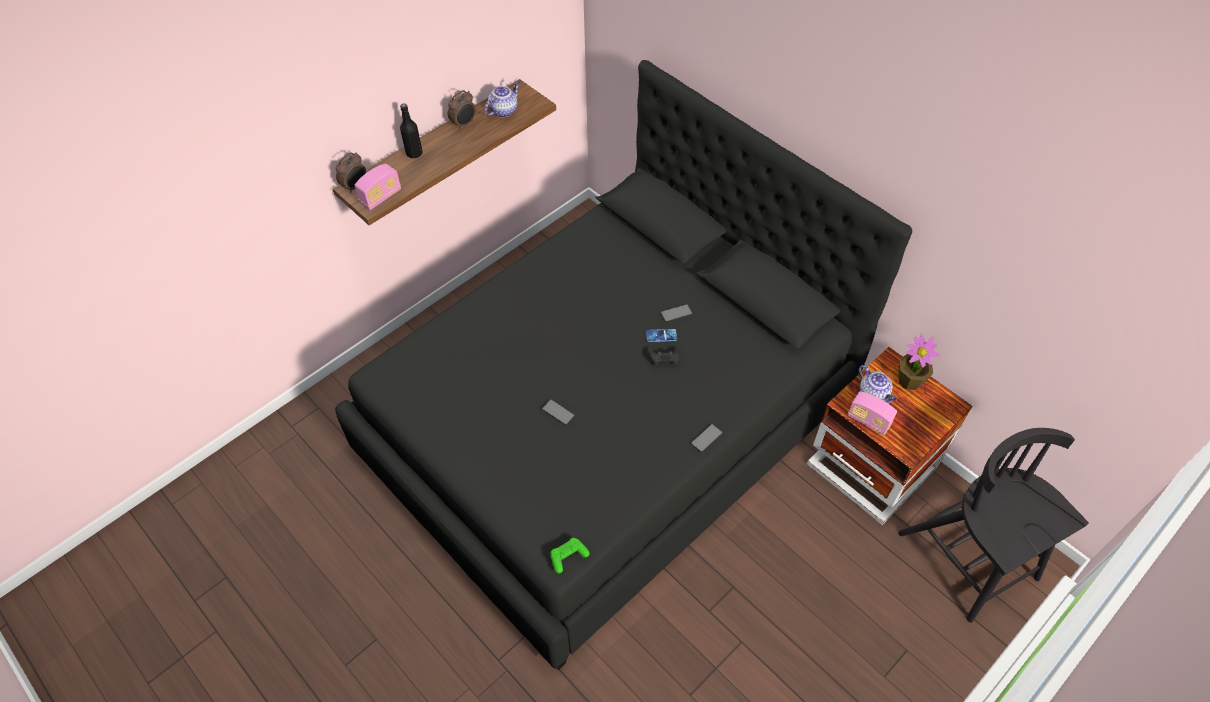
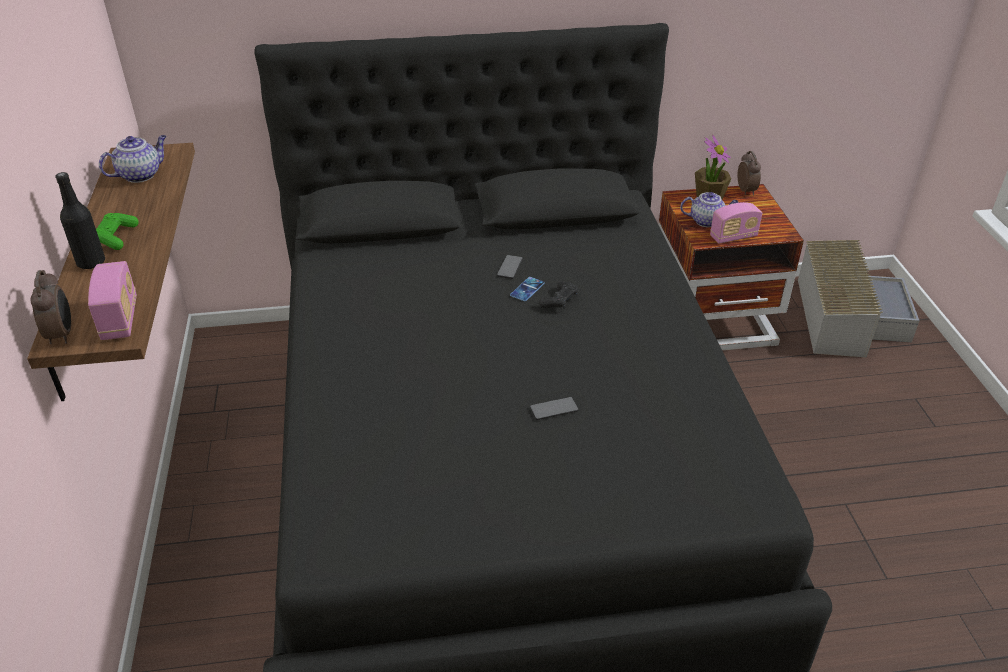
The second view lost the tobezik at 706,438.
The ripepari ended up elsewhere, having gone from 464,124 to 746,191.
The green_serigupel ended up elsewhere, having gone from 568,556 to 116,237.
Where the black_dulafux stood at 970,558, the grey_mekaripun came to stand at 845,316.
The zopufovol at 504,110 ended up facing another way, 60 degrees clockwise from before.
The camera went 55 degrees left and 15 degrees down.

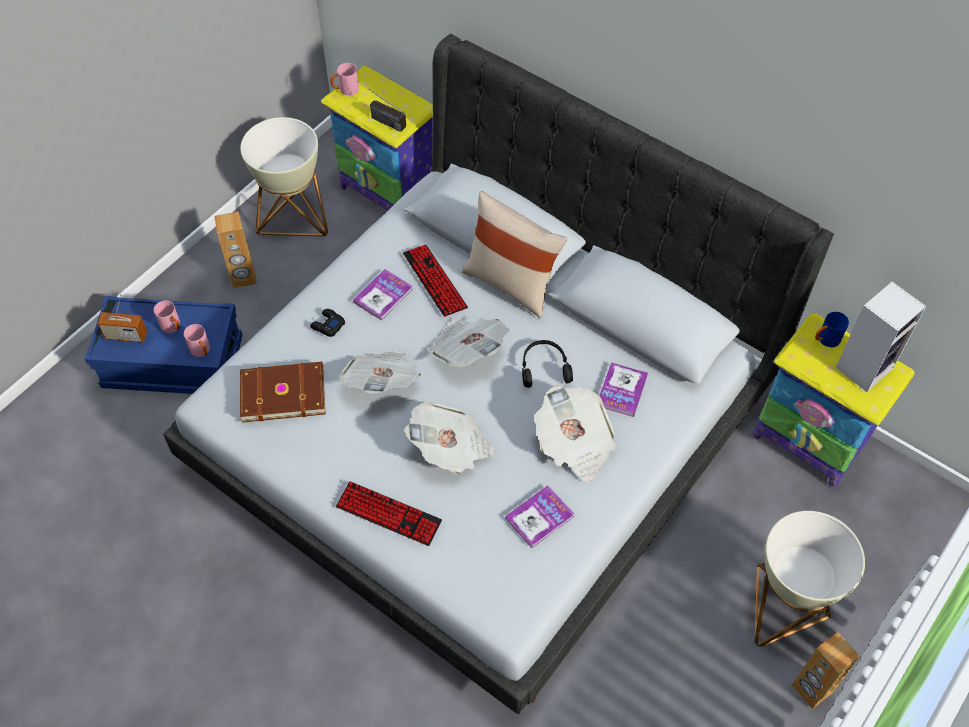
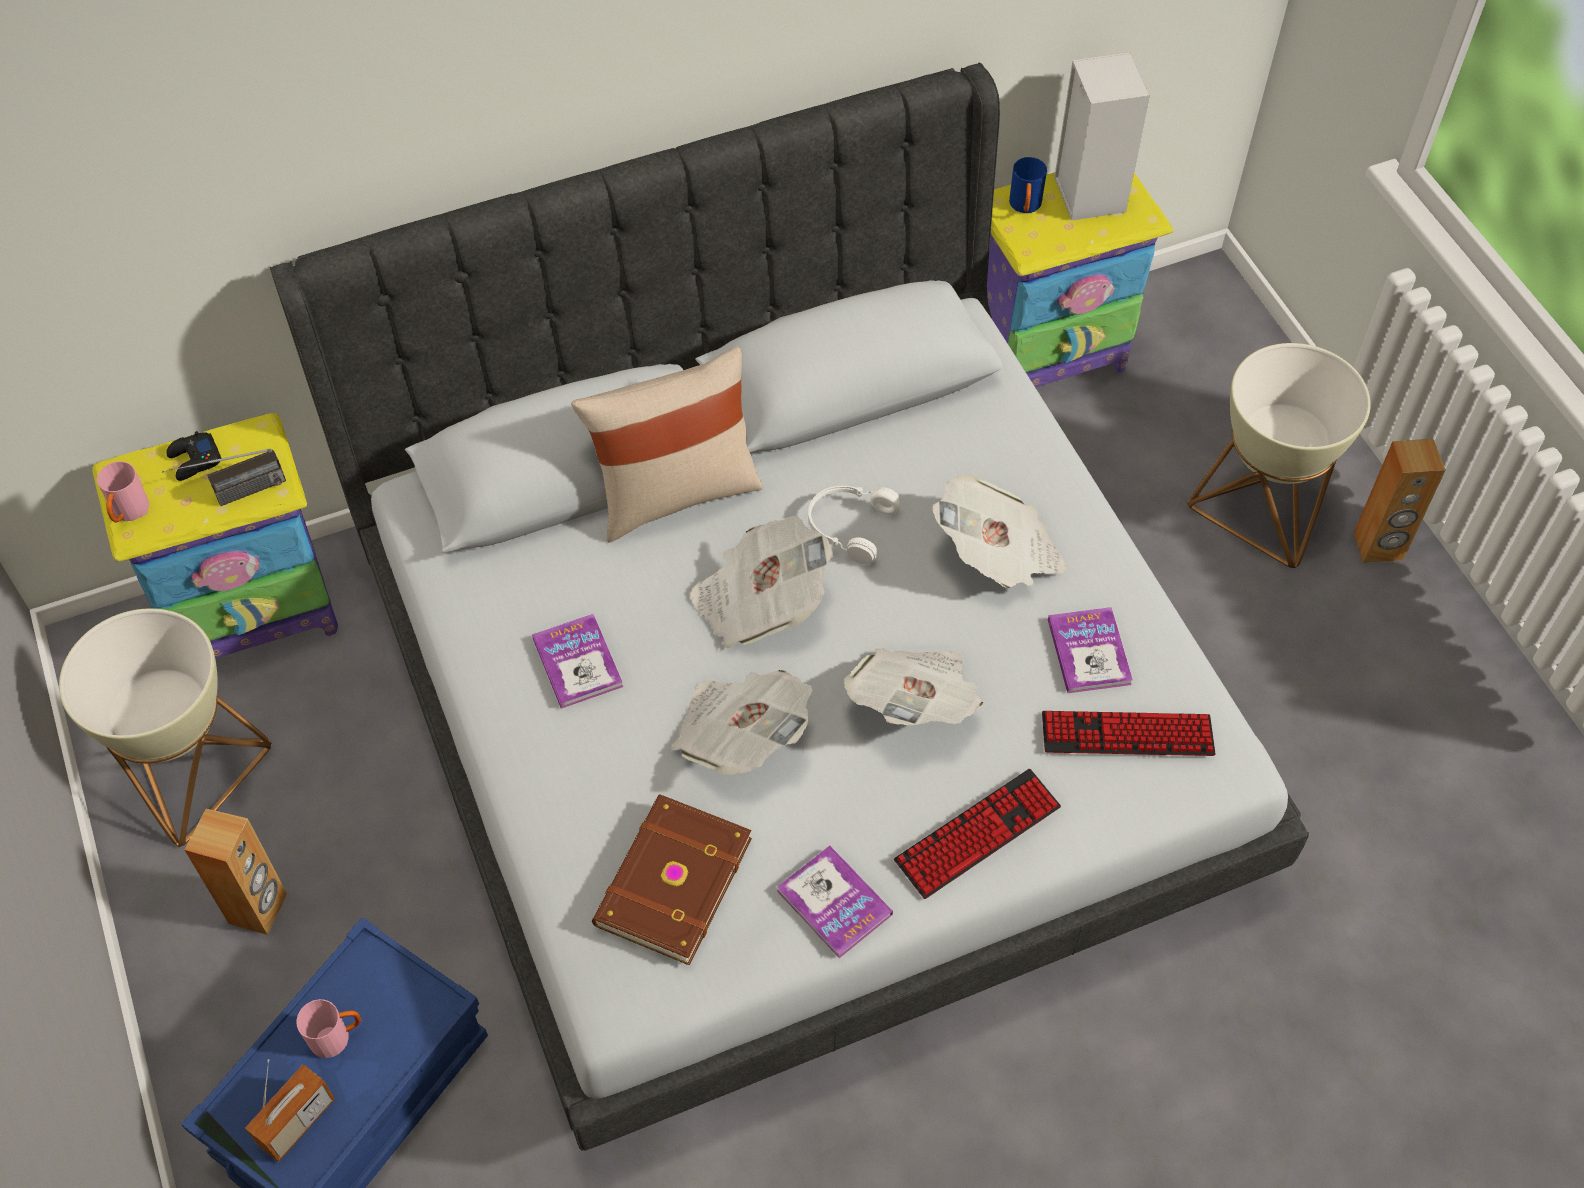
The second view lost the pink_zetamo at 202,351.
The black_serigupel ended up elsewhere, having gone from 327,325 to 194,460.
The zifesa ended up elsewhere, having gone from 435,281 to 1127,735.
The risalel ended up elsewhere, having gone from 622,390 to 834,903.
What was the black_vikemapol at 544,367 turned into the white_vikemapol at 849,526.
The camera went 60 degrees left and 0 degrees up.

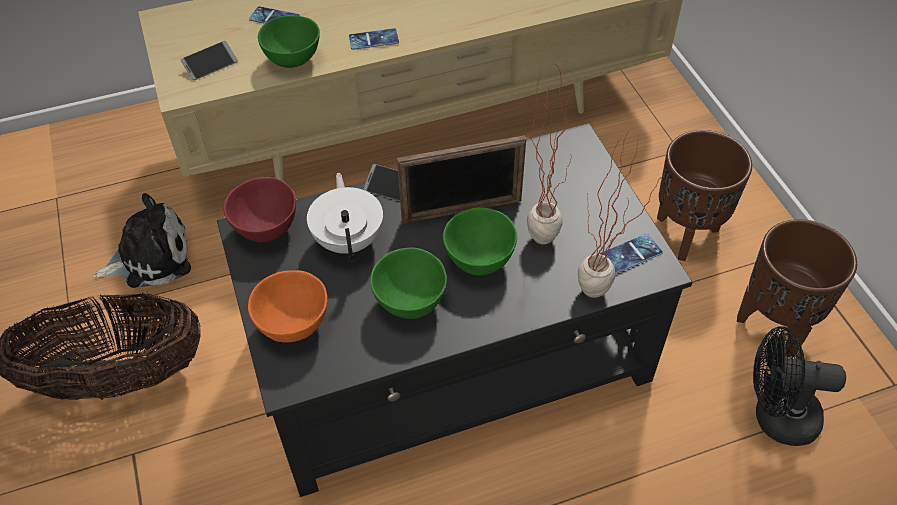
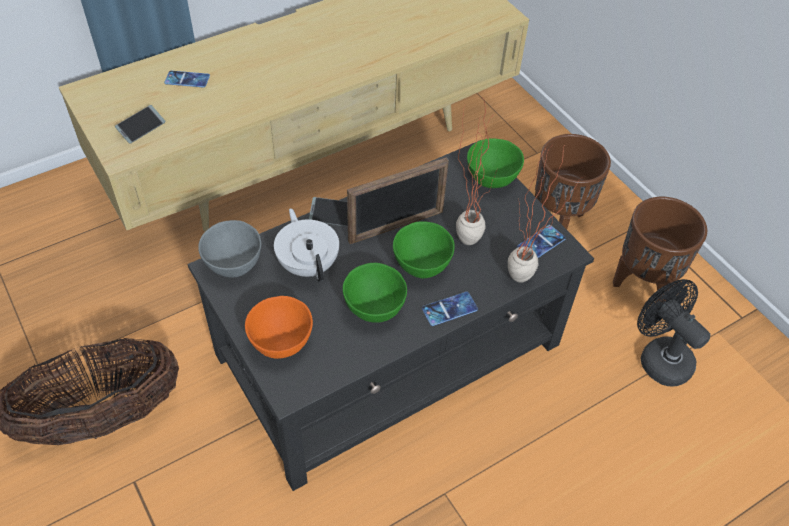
The second view lost the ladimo at 151,257.
The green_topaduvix ended up elsewhere, having gone from 294,59 to 492,179.
The tobezik ended up elsewhere, having gone from 373,39 to 449,309.
What was the red_topaduvix at 266,227 turned into the grey_topaduvix at 234,264.
The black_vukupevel at 775,416 ended up facing another way, 60 degrees clockwise from before.
The camera went 15 degrees left and 0 degrees up.

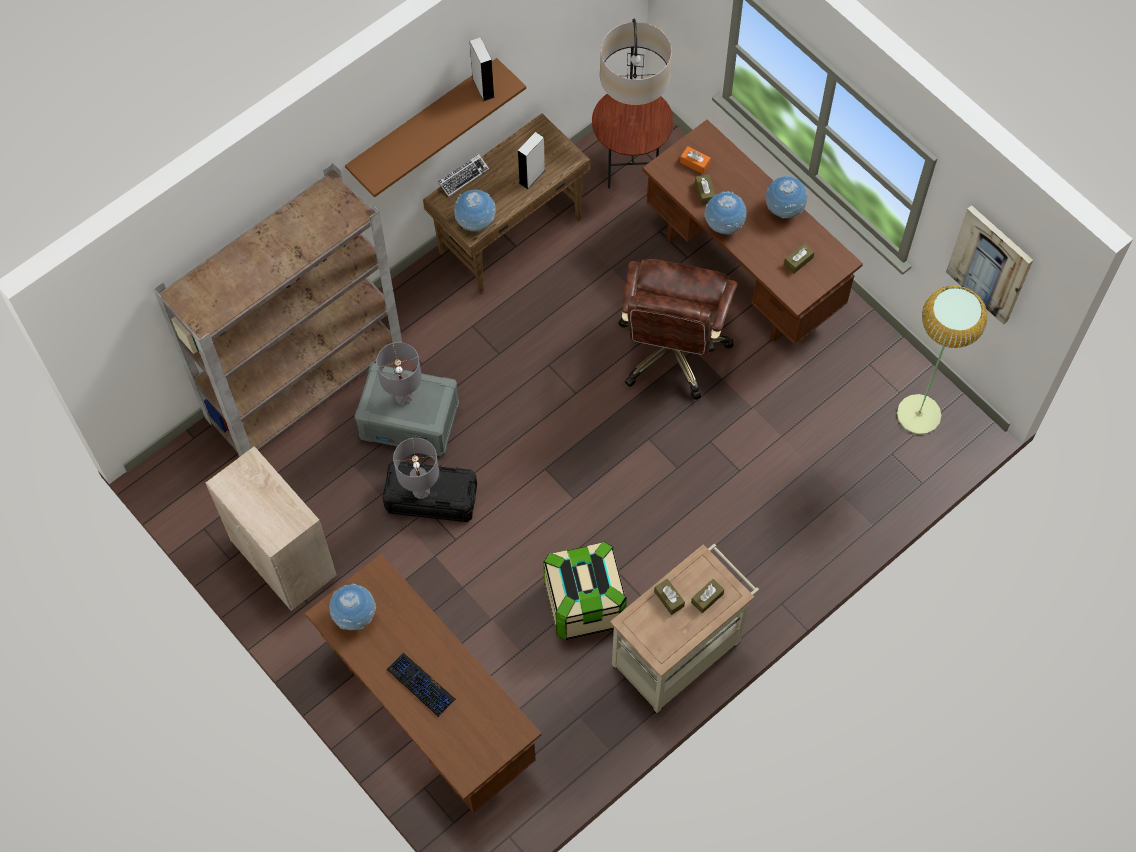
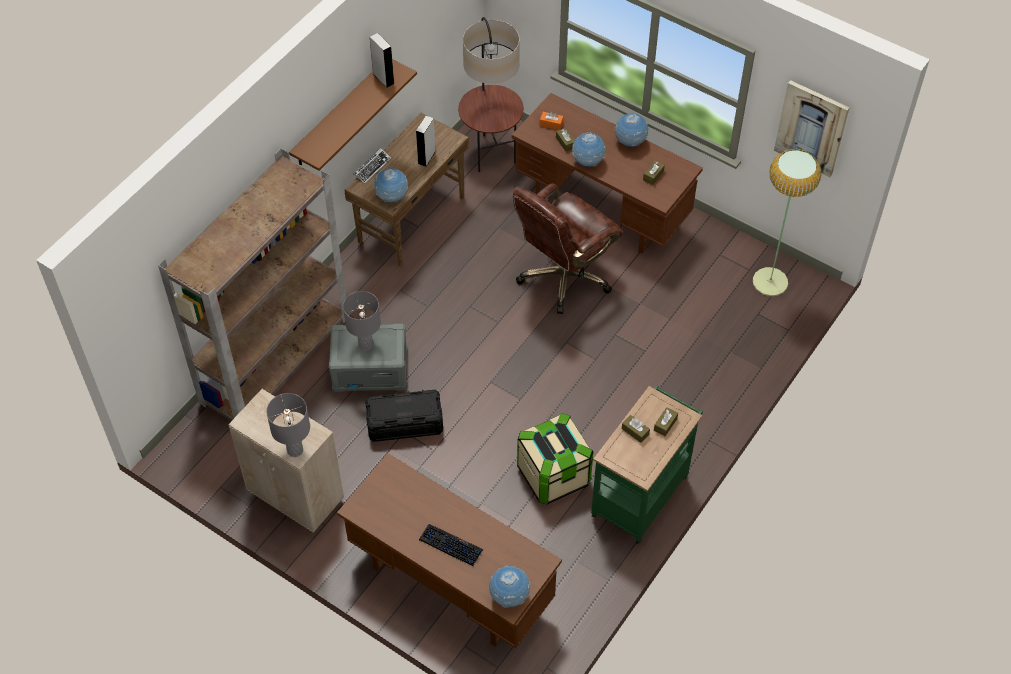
The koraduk ended up elsewhere, having gone from 355,616 to 509,596.
The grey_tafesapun ended up elsewhere, having gone from 421,490 to 295,450.
What was the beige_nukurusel at 679,653 turned into the green_nukurusel at 641,494.
The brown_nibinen at 672,350 ended up facing another way, 45 degrees clockwise from before.
The camera went 15 degrees left and 10 degrees down.

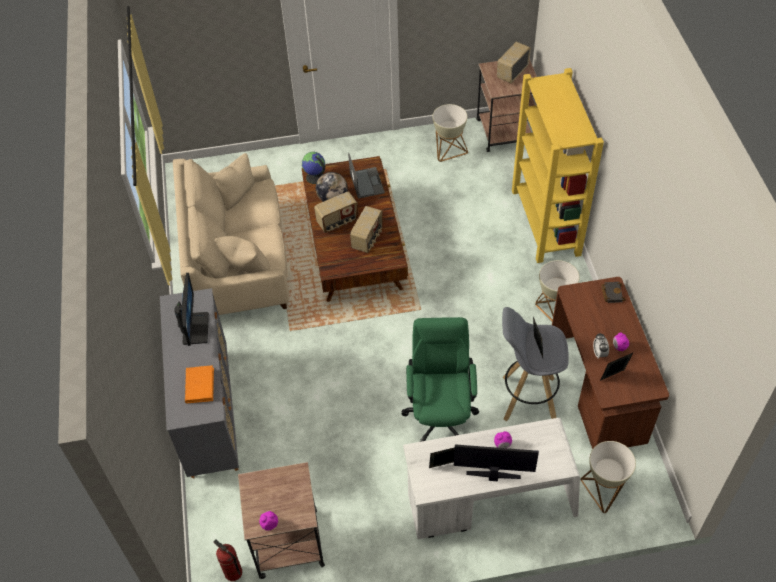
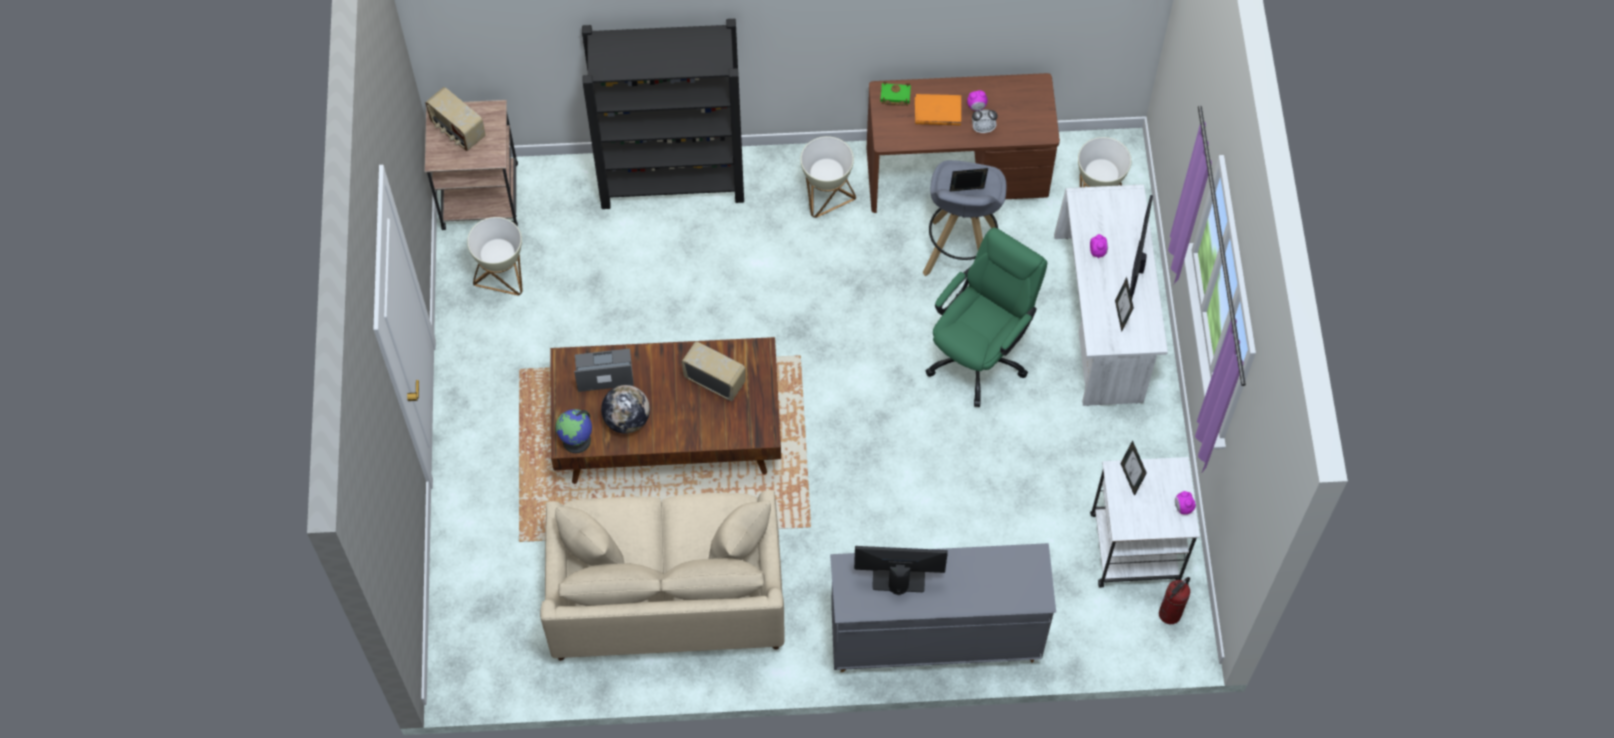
The second view lost the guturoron at 337,222.
The orange_risalel ended up elsewhere, having gone from 199,385 to 937,112.
The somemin ended up elsewhere, having gone from 613,377 to 1130,478.
What was the brown_nukurusel at 287,542 turned into the white_nukurusel at 1135,549.
What was the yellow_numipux at 545,222 turned into the black_numipux at 672,178.
What was the black_risalel at 611,293 turned into the green_risalel at 894,96.
The green_nibinen at 440,419 ended up facing another way, 120 degrees clockwise from before.
The camera went 85 degrees left and 10 degrees up.

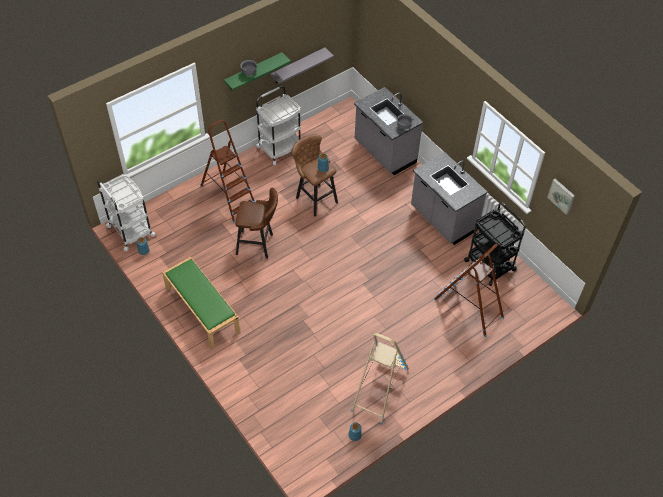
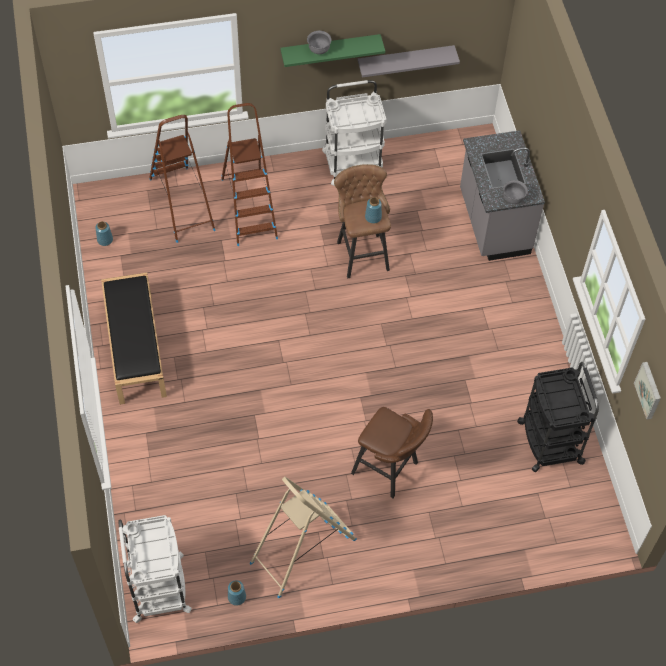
The second view lost the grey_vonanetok at 442,220.
The white_nukurusel ended up elsewhere, having gone from 131,231 to 159,588.
The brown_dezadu ended up elsewhere, having gone from 259,245 to 391,472.
The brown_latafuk ended up elsewhere, having gone from 468,308 to 181,203.
What was the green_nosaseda at 201,309 turned into the black_nosaseda at 135,347.
The camera went 25 degrees right and 5 degrees up.

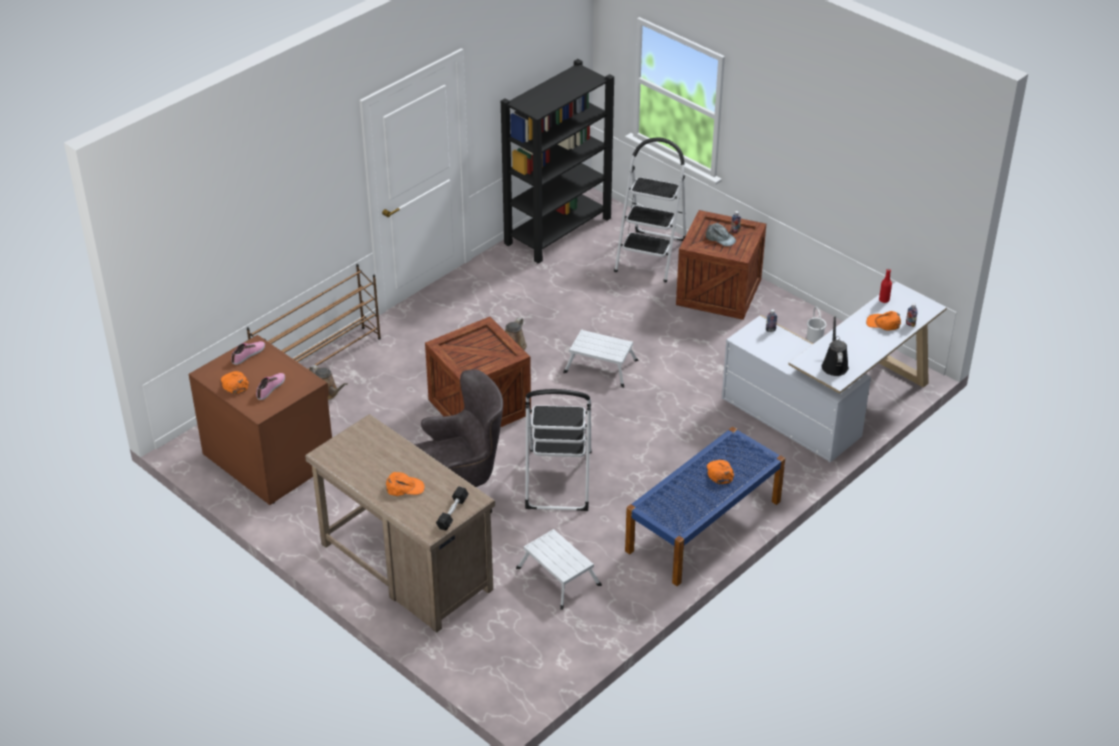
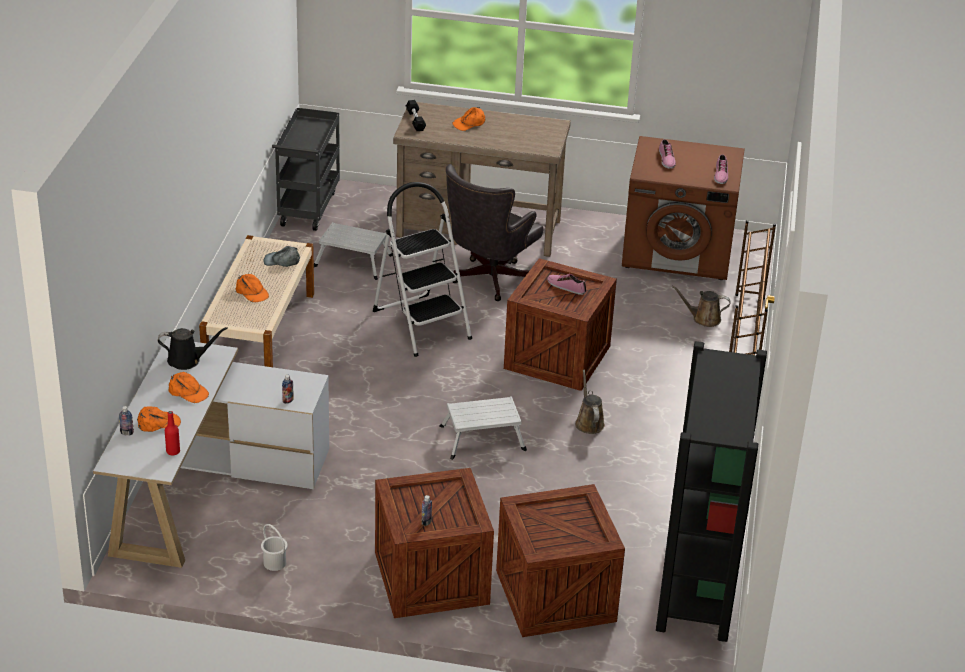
The second view gained the grey_nukurusel at 308,210.
The second view gained the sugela at 566,287.
The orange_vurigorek ended up elsewhere, having gone from 234,383 to 188,392.
The grey_vurigorek ended up elsewhere, having gone from 720,238 to 282,261.
Where the latafuk stood at 652,255, the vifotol came to stand at 554,597.
What was the blue_nosaseda at 704,526 turned into the beige_nosaseda at 259,334.
The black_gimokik at 834,365 ended up facing another way, 60 degrees counterclockwise from before.
The camera went 145 degrees right and 5 degrees down.

